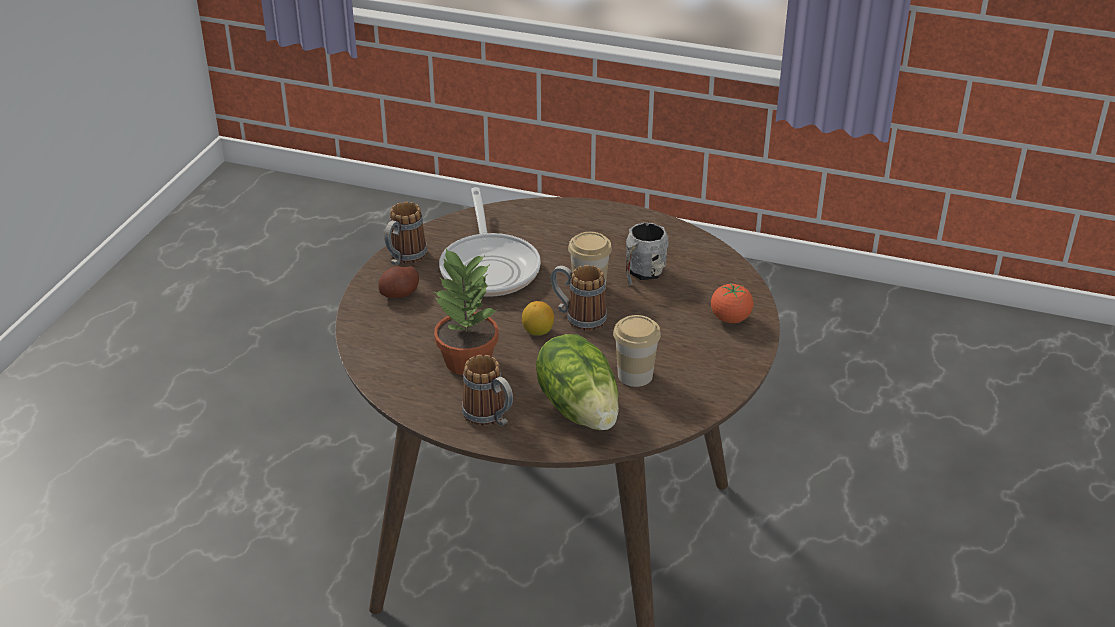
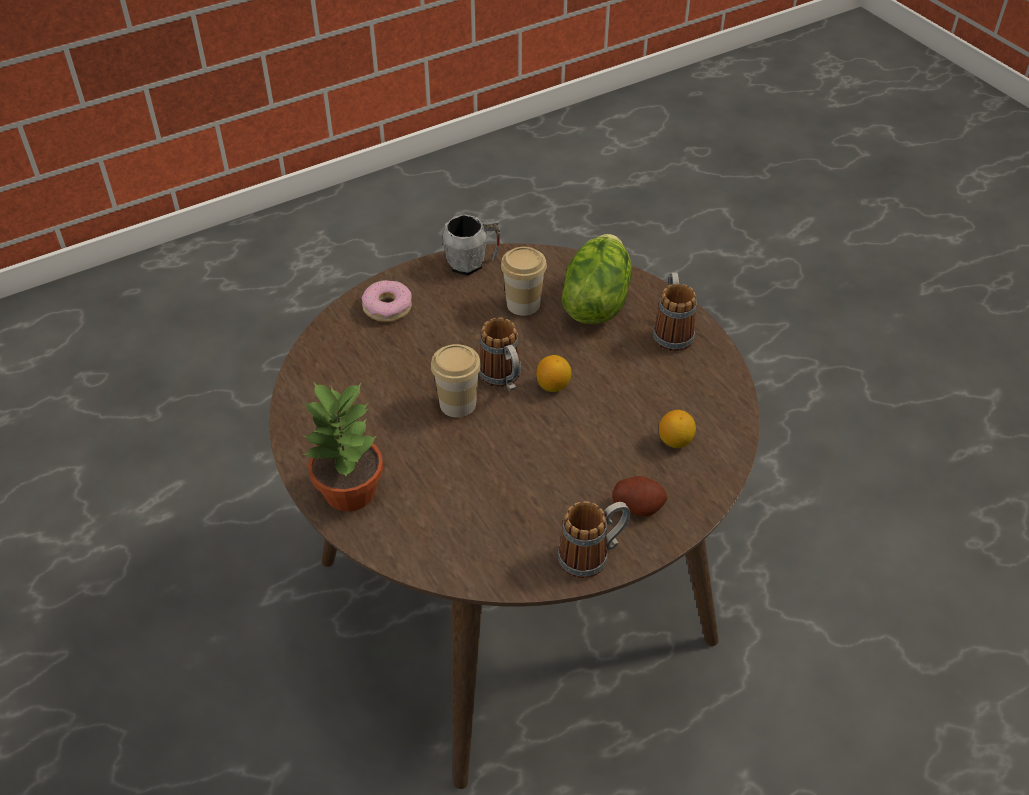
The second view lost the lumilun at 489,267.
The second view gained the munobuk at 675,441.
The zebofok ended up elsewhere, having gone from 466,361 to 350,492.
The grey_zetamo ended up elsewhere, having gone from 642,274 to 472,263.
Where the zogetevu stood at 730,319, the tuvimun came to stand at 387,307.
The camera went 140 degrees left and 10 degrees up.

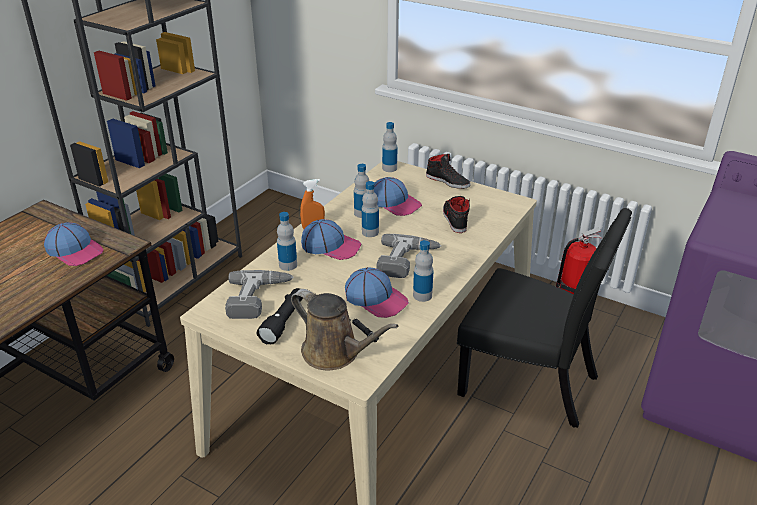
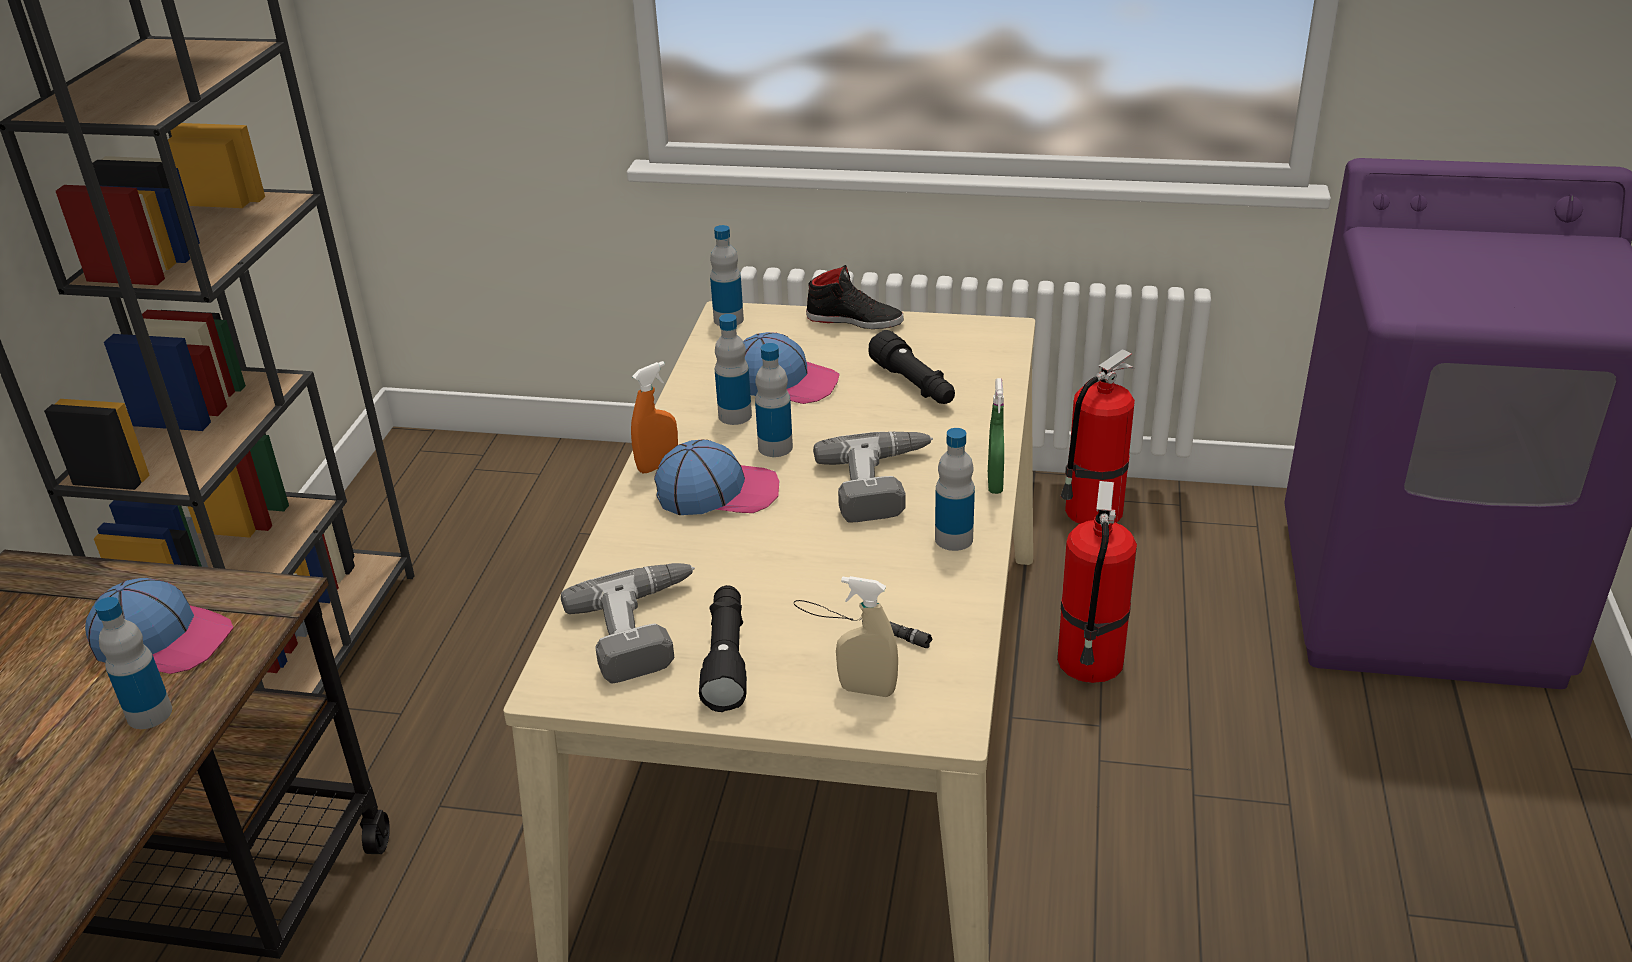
The second view lost the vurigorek at 376,299.
The second view gained the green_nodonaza at 995,483.
The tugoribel ended up elsewhere, having gone from 288,265 to 149,714.
Where the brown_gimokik stood at 335,353, the beige_nodonaza came to stand at 867,690.
Where the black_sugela stood at 454,218, the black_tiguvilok came to stand at 914,385.
Where the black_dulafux stood at 526,382, the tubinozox came to stand at 1090,663.
The camera went 20 degrees left and 0 degrees up.

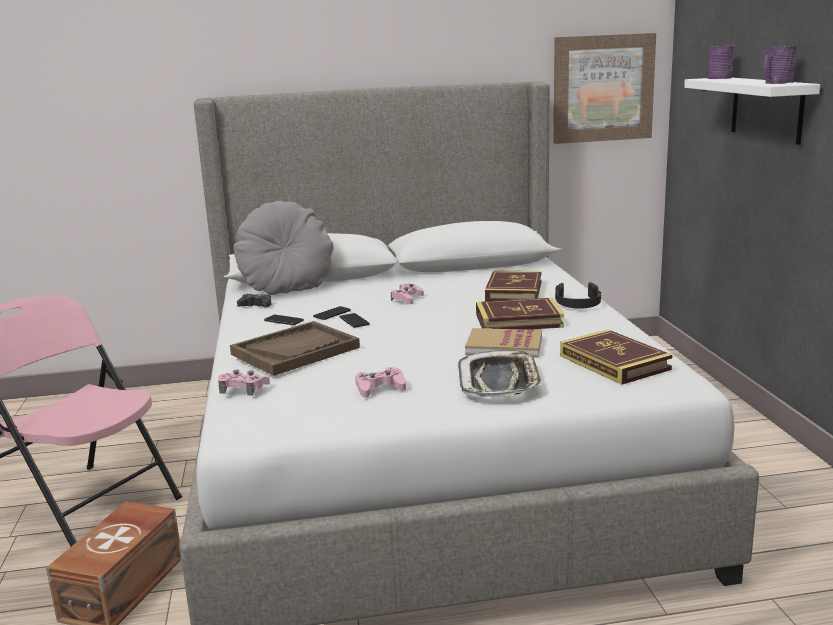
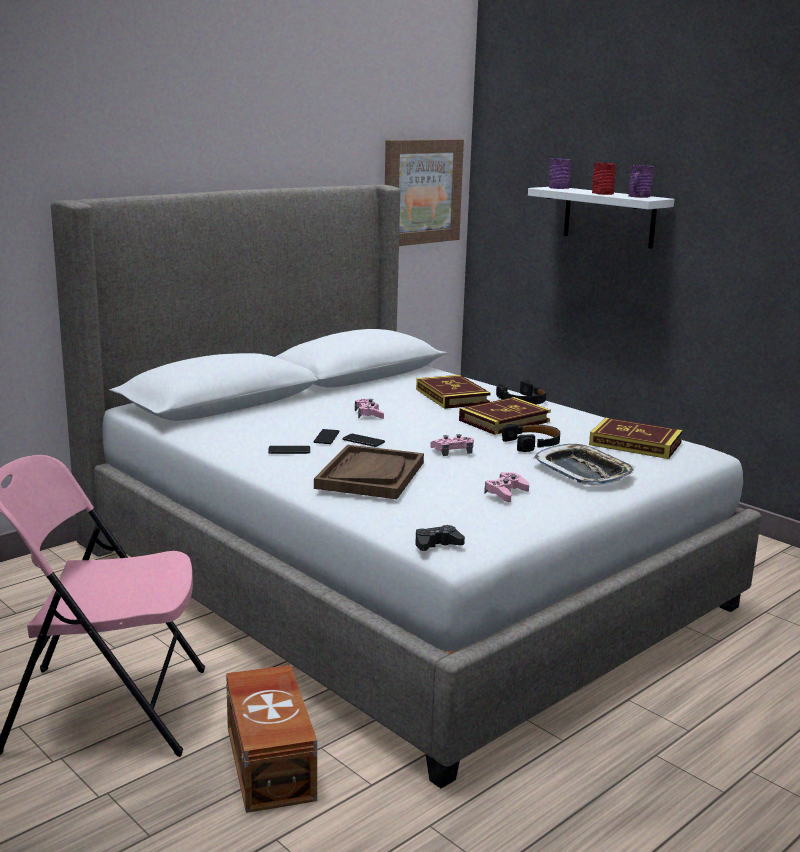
The second view lost the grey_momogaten at 287,290.
The second view gained the red_zetamo at 601,193.
The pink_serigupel ended up elsewhere, having gone from 243,389 to 452,450.
The black_serigupel ended up elsewhere, having gone from 256,305 to 437,544.
Where the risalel stood at 504,346, the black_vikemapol came to stand at 533,444.
The camera went 35 degrees left and 0 degrees up.

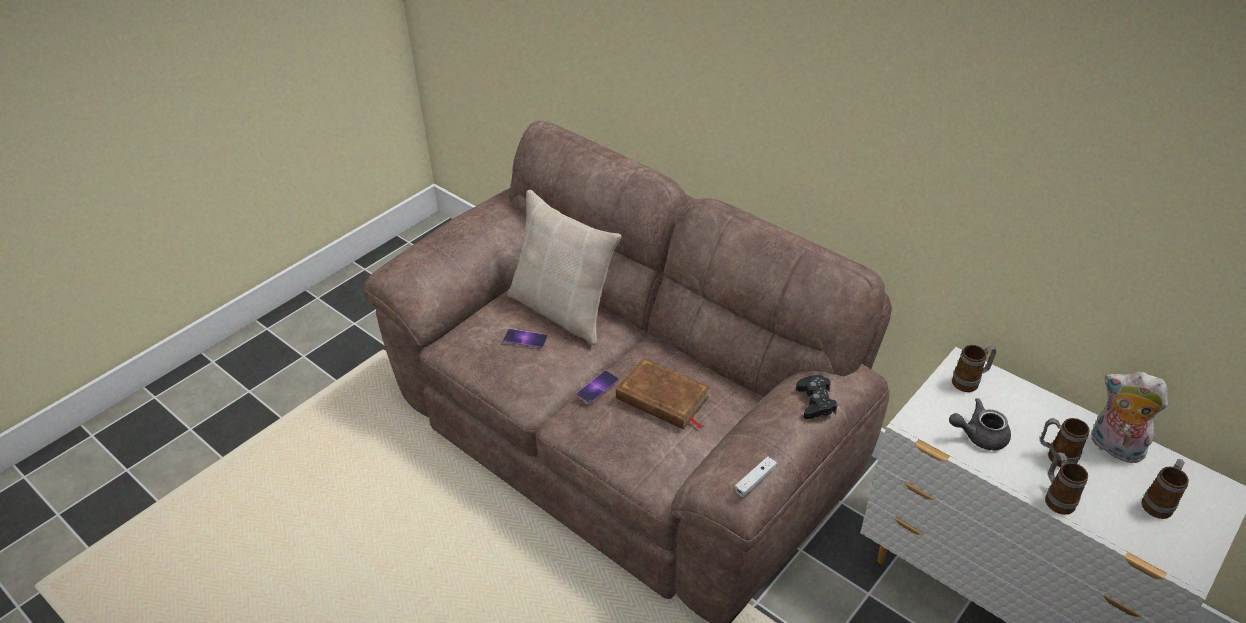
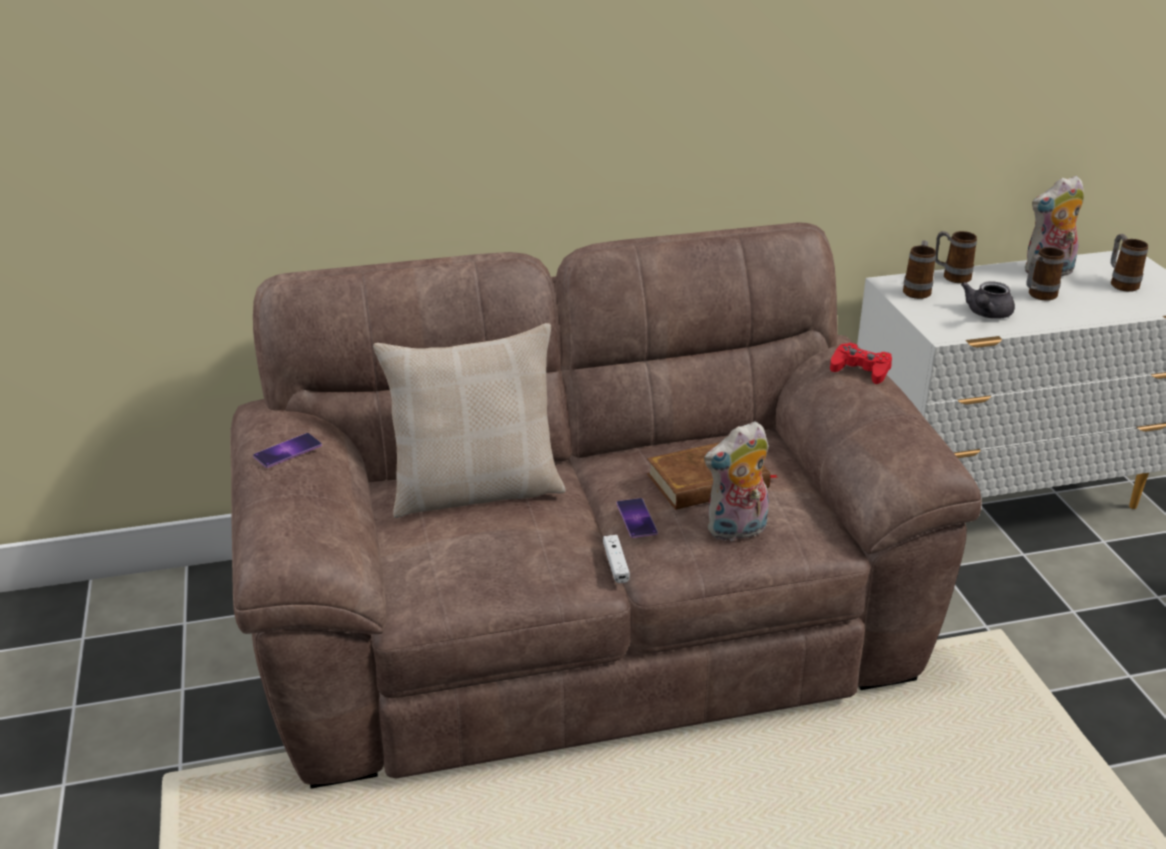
The second view gained the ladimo at 736,531.
The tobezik ended up elsewhere, having gone from 525,338 to 287,451.
The white_serigupel ended up elsewhere, having gone from 755,480 to 616,564.
The zetamo ended up elsewhere, having gone from 1056,498 to 951,277.
What was the black_serigupel at 815,402 turned into the red_serigupel at 861,370.
The camera went 55 degrees left and 10 degrees down.

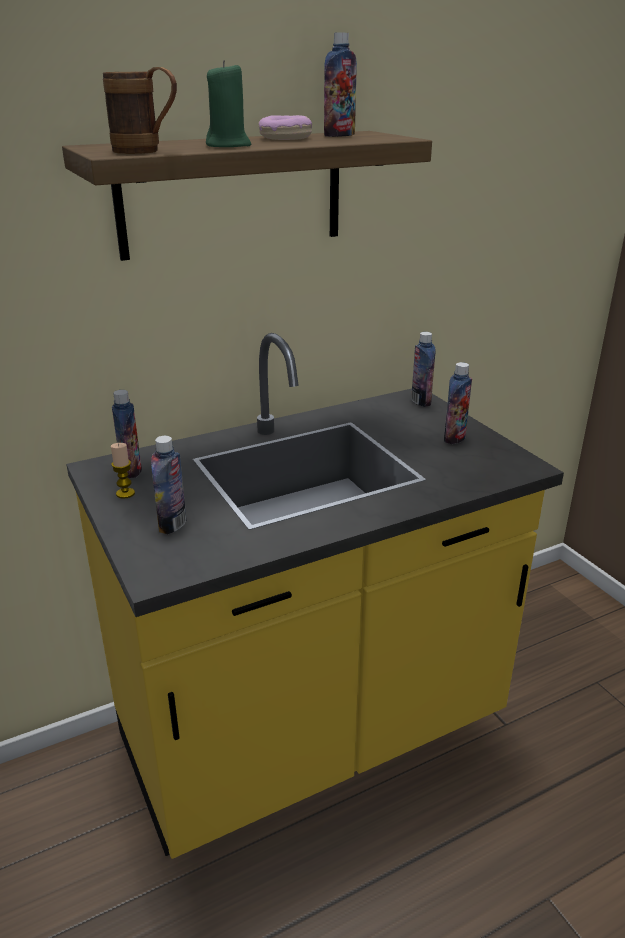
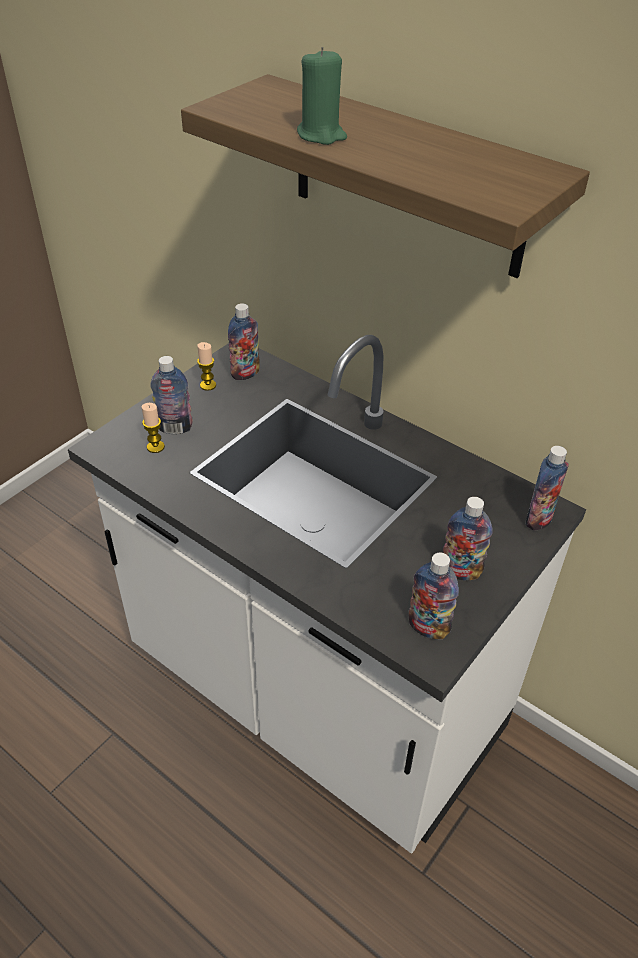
The second view lost the brown_zetamo at 146,151.
The second view lost the tuvimun at 285,138.
The second view gained the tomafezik at 155,447.
The tugoribel ended up elsewhere, having gone from 339,135 to 428,627.
What was the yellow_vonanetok at 312,736 turned into the white_vonanetok at 314,695.
The camera went 65 degrees right and 15 degrees up.

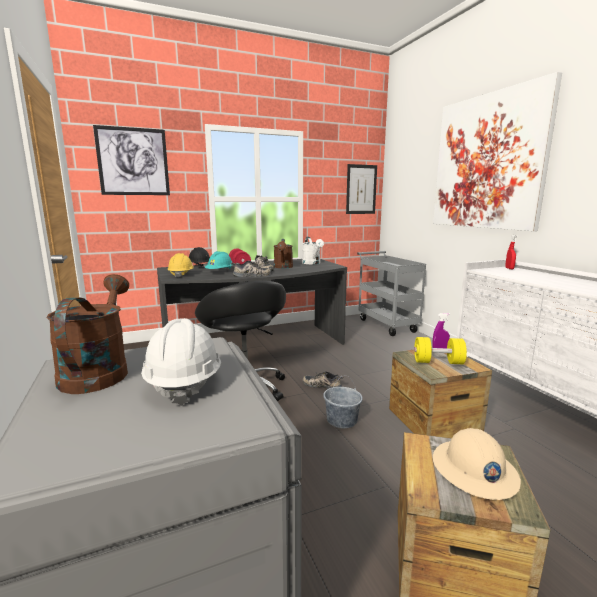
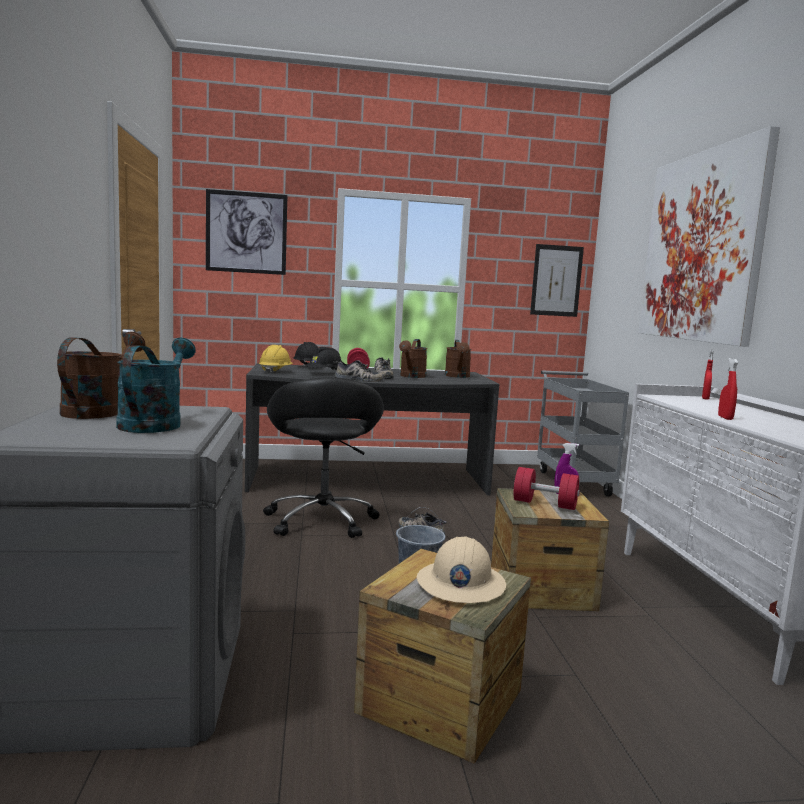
The second view gained the red_nodonaza at 725,418.
Where the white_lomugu stood at 183,383, the turquoise_gimokik came to stand at 155,423.
What was the turquoise_lomugu at 219,272 turned into the black_lomugu at 324,373.
What was the white_gimokik at 312,263 turned into the brown_gimokik at 458,376.
What was the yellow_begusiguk at 438,362 turned into the red_begusiguk at 544,504.
The camera went 15 degrees right and 5 degrees down.

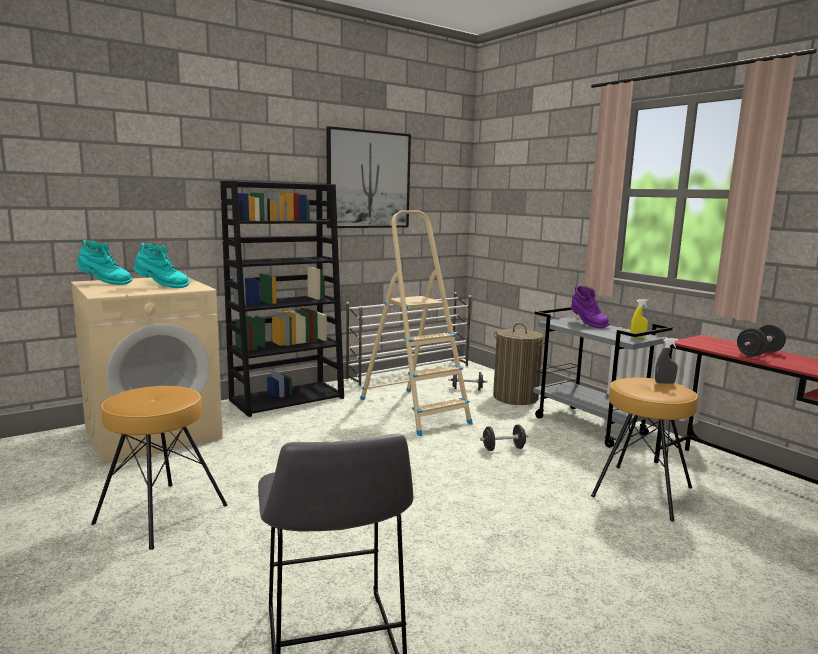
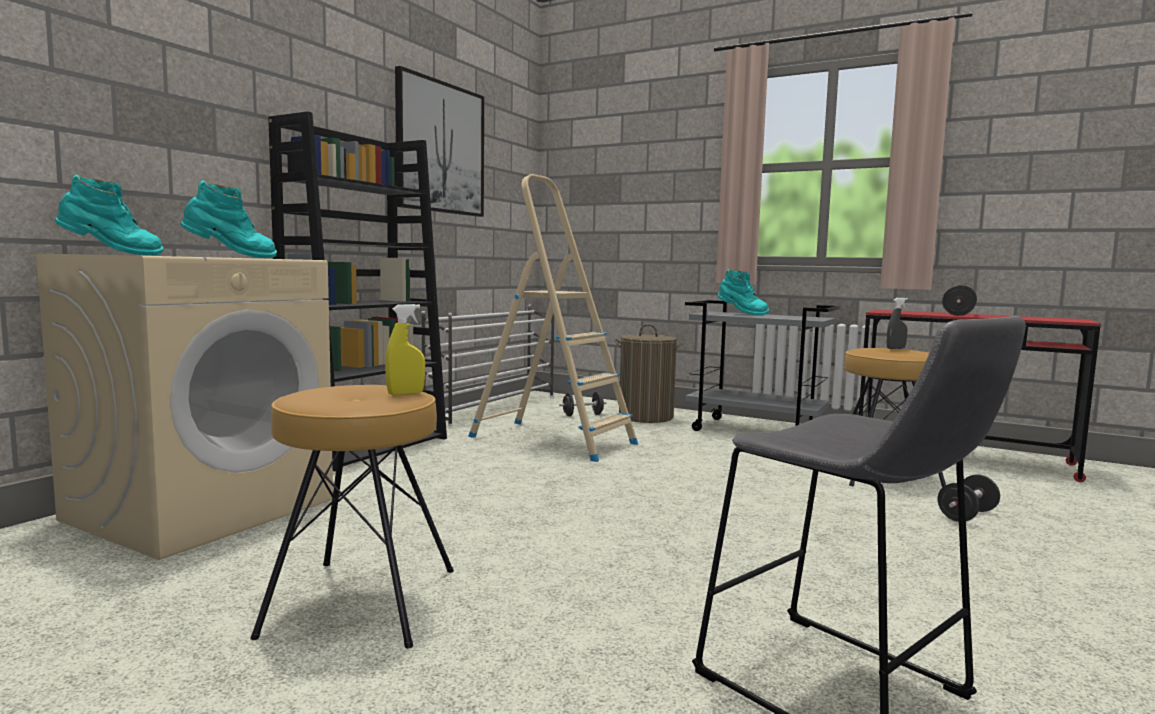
The black_begusiguk ended up elsewhere, having gone from 503,448 to 967,515.
The yellow_nodonaza ended up elsewhere, having gone from 638,337 to 405,394.
What was the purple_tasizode at 587,324 turned into the turquoise_tasizode at 741,314.
The camera went 25 degrees left and 5 degrees down.

